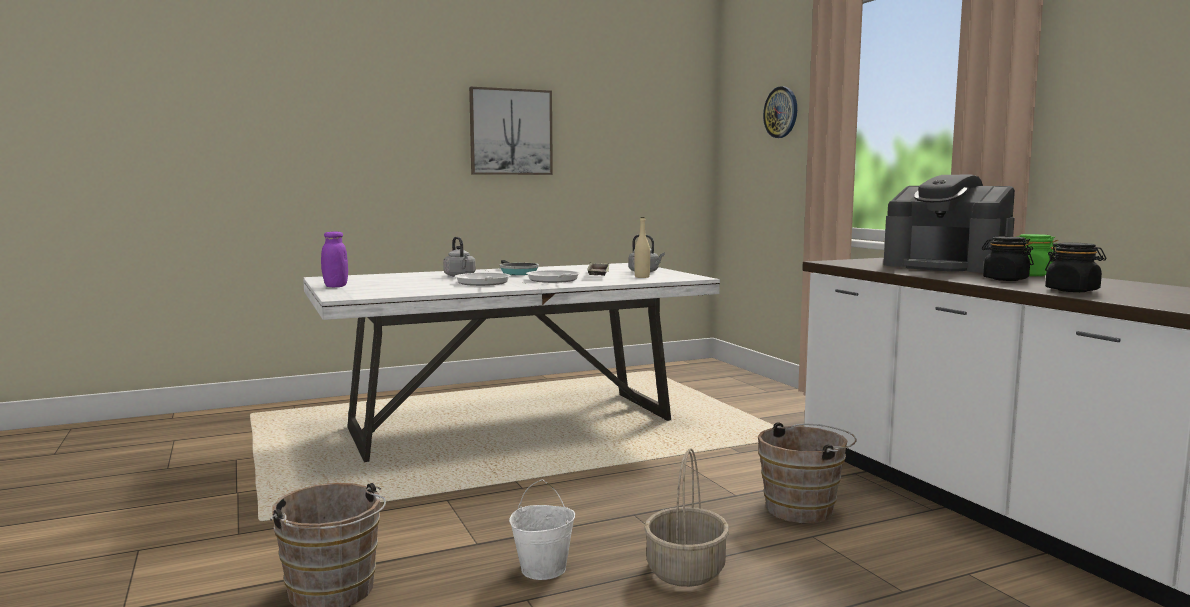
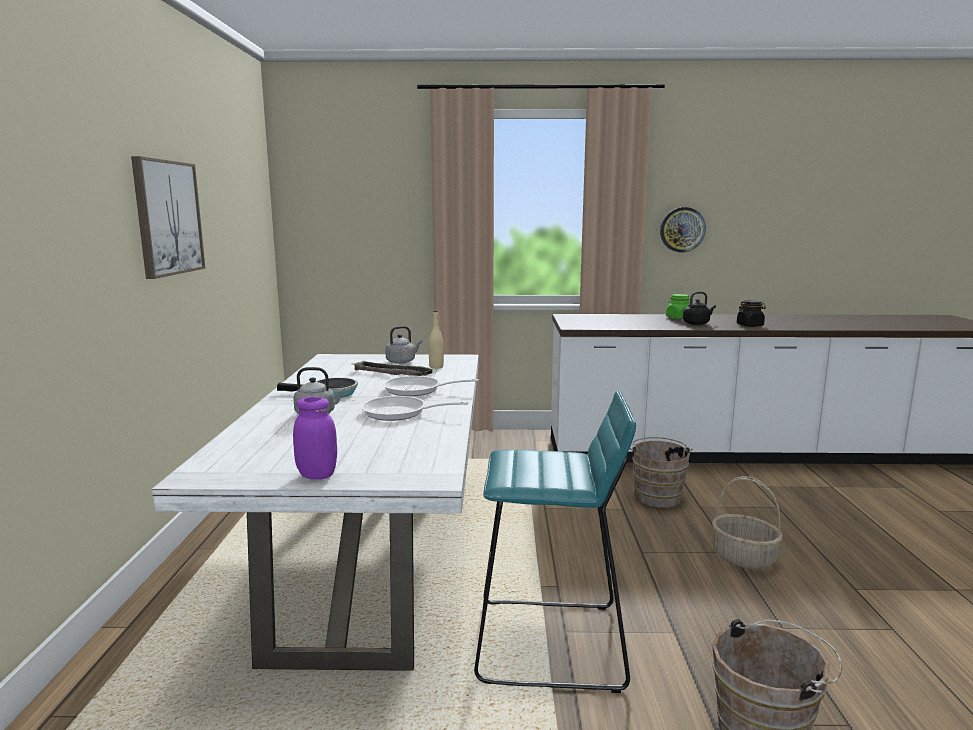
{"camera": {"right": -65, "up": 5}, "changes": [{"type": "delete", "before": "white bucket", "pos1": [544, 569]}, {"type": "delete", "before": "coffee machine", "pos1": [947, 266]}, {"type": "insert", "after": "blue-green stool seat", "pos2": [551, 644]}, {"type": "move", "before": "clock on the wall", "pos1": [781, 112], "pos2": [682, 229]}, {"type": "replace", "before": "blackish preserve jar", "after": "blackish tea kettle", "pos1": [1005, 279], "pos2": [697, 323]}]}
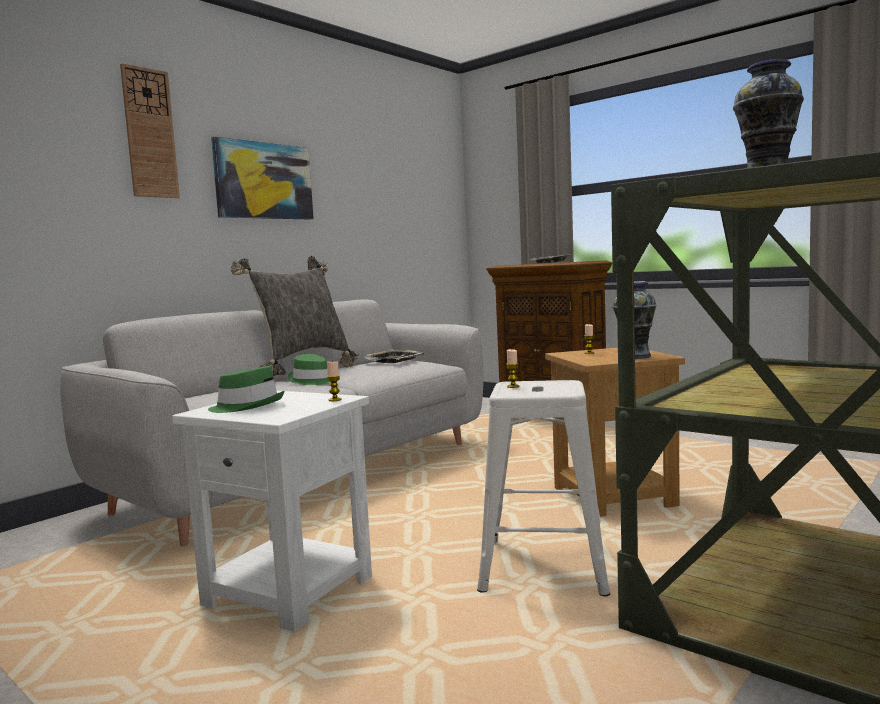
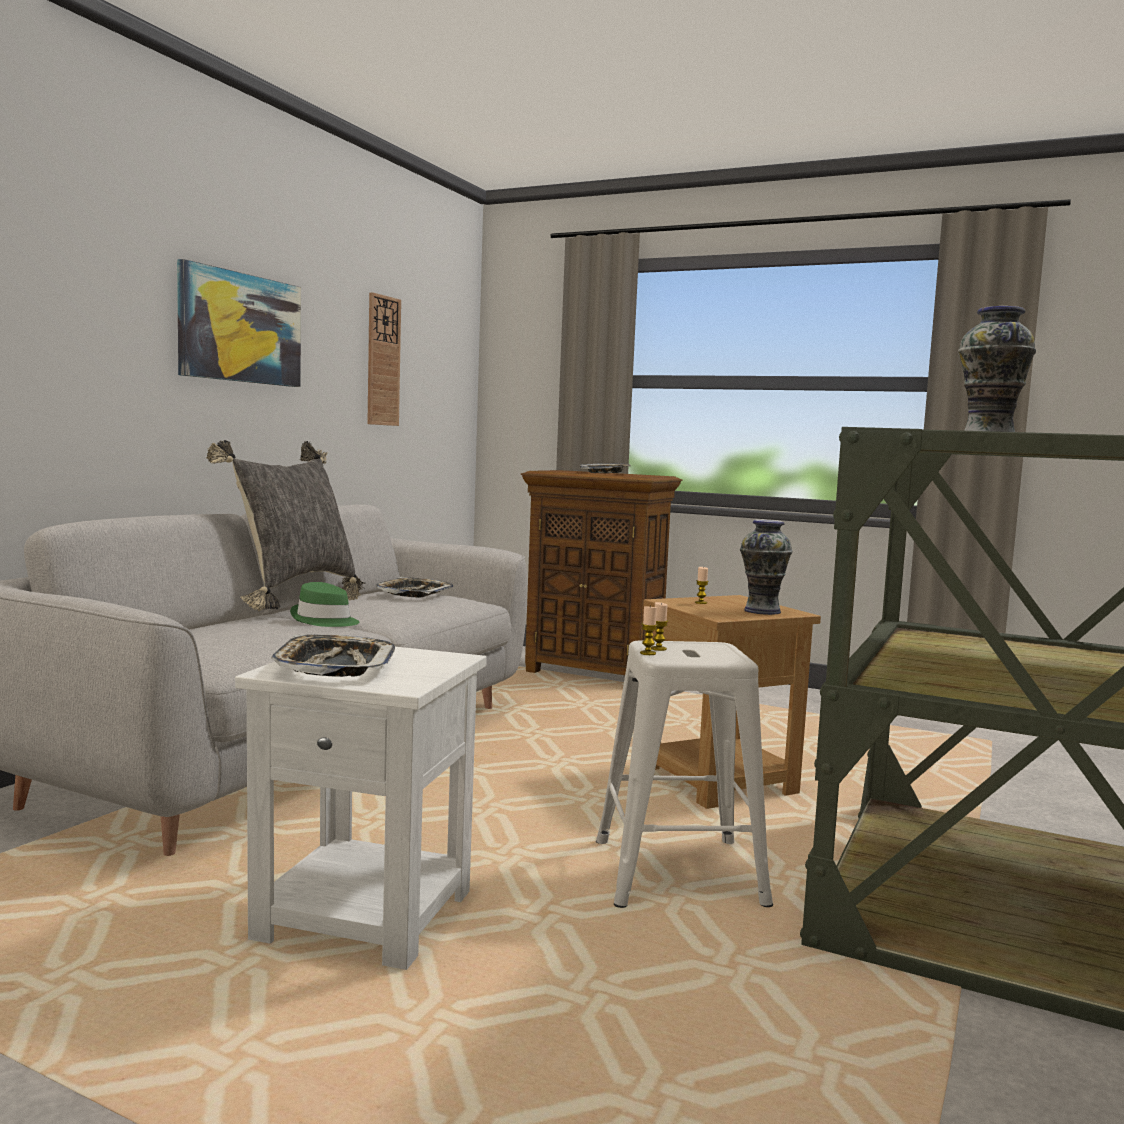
{"camera": {"right": -15, "up": 0}, "changes": [{"type": "move", "before": "clock on the wall", "pos1": [150, 133], "pos2": [382, 361]}, {"type": "move", "before": "wax candle", "pos1": [335, 400], "pos2": [647, 653]}, {"type": "replace", "before": "green clothing hat", "after": "serving tray", "pos1": [247, 406], "pos2": [334, 666]}]}
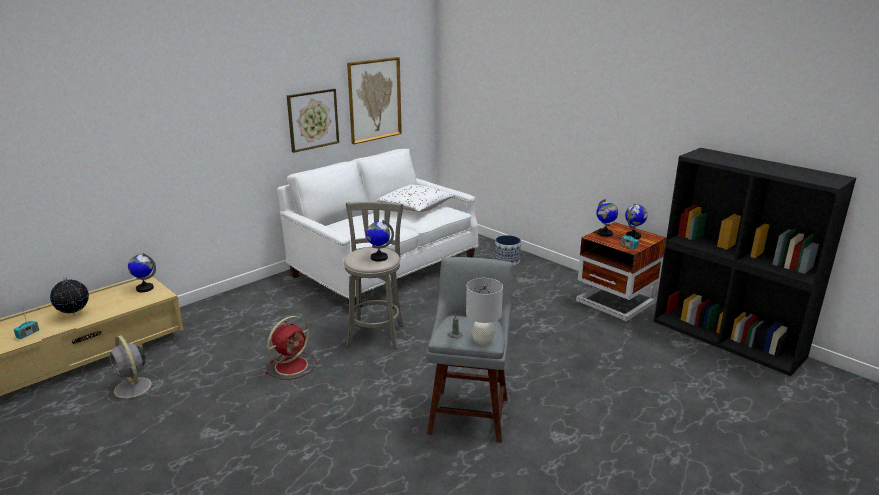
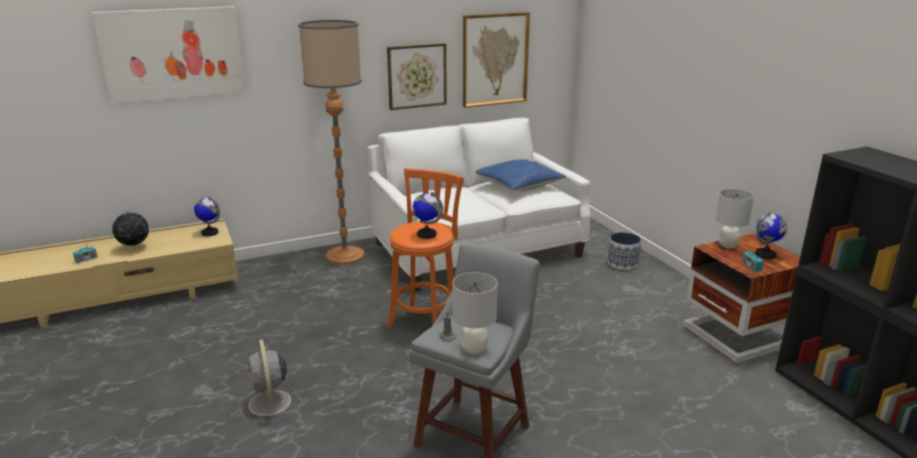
{"camera": {"right": 20, "up": 0}, "changes": [{"type": "delete", "before": "reddish cooling fan", "pos1": [292, 365]}, {"type": "insert", "after": "picture", "pos2": [173, 53]}, {"type": "insert", "after": "standard lamp", "pos2": [345, 255]}, {"type": "move", "before": "greyish cooling fan", "pos1": [133, 388], "pos2": [270, 404]}, {"type": "replace", "before": "world globe", "after": "greyish lamp for a table", "pos1": [605, 233], "pos2": [728, 246]}, {"type": "recolor", "before": "greyish stool seat", "after": "orange-coloured stool seat", "pos1": [376, 334], "pos2": [425, 320]}, {"type": "recolor", "before": "white pillow", "after": "blue pillow", "pos1": [416, 207], "pos2": [519, 185]}]}
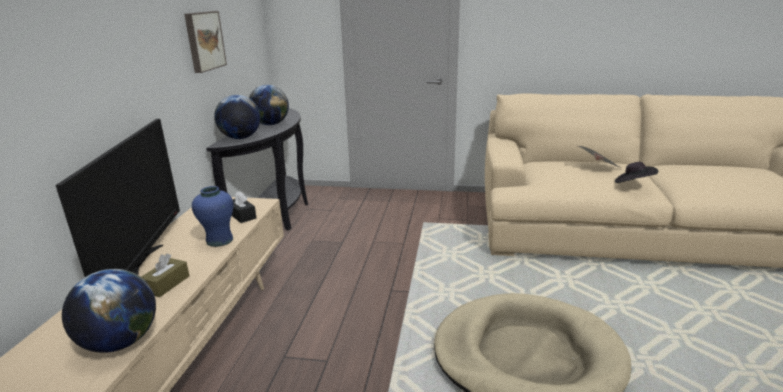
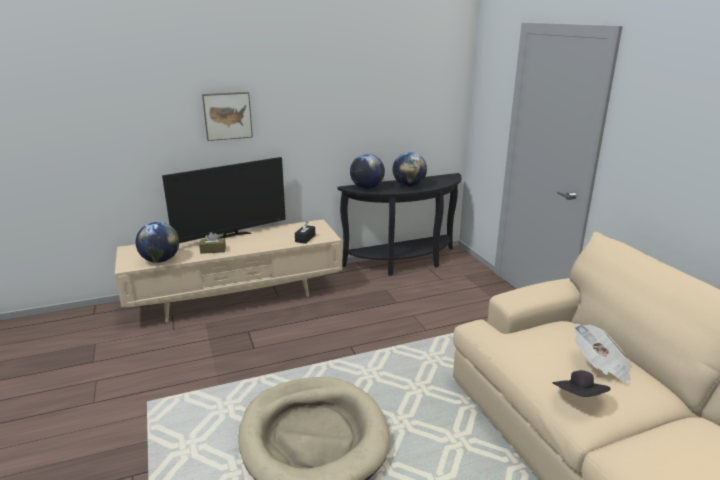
{"camera": {"right": 60, "up": 0}, "changes": [{"type": "delete", "before": "blue flower vase", "pos1": [219, 240]}, {"type": "move", "before": "picture", "pos1": [203, 41], "pos2": [227, 115]}]}
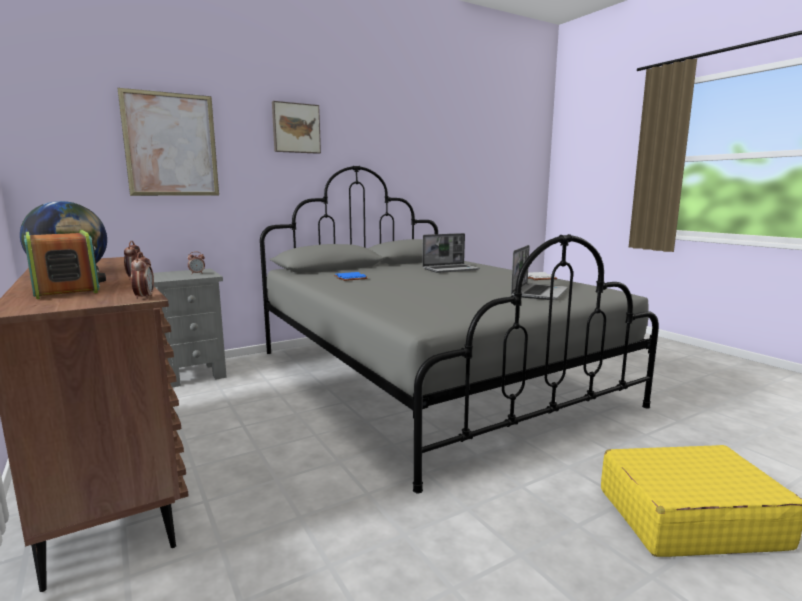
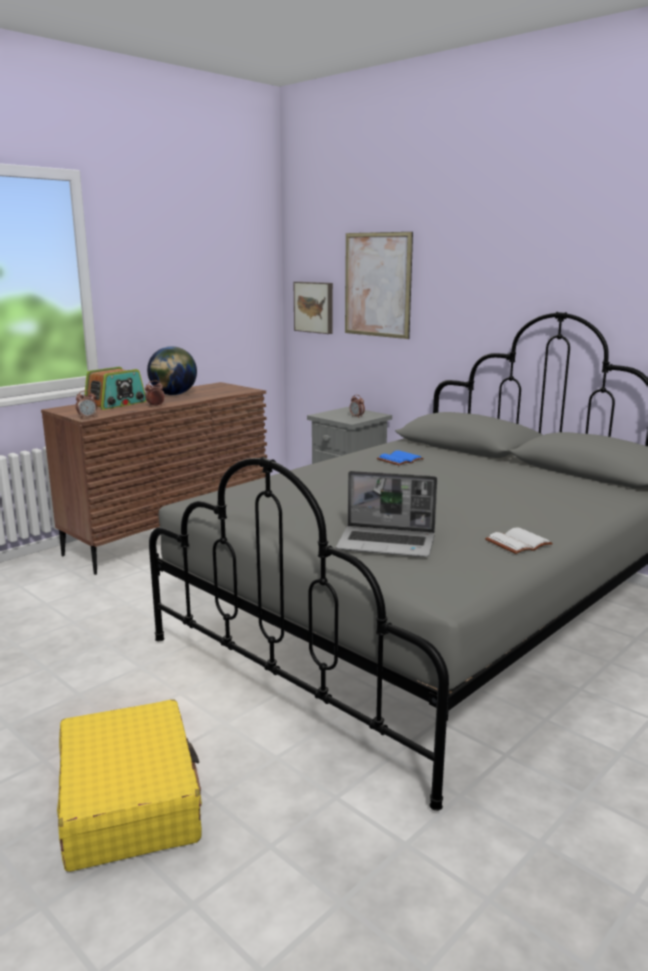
{"camera": {"right": 75, "up": 5}, "changes": [{"type": "delete", "before": "portable computer", "pos1": [451, 269]}, {"type": "move", "before": "picture", "pos1": [296, 128], "pos2": [314, 307]}]}
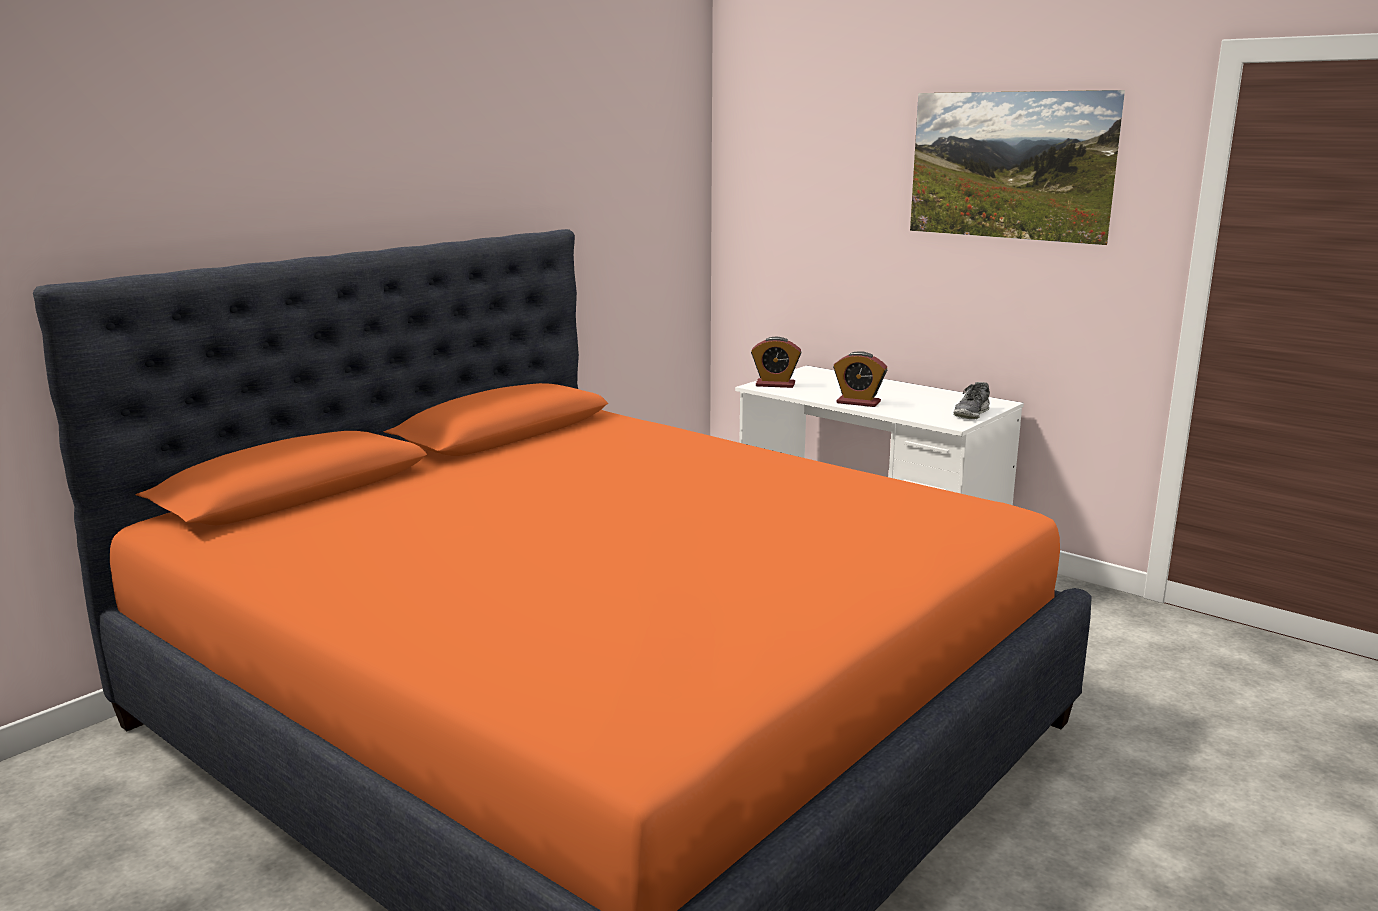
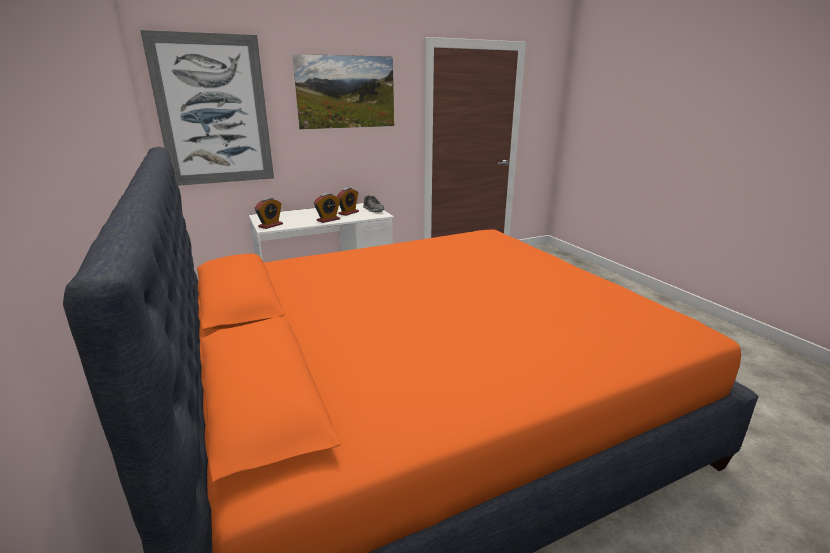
{"camera": {"right": -65, "up": 5}, "changes": [{"type": "insert", "after": "picture", "pos2": [213, 111]}, {"type": "insert", "after": "table clock", "pos2": [348, 213]}]}
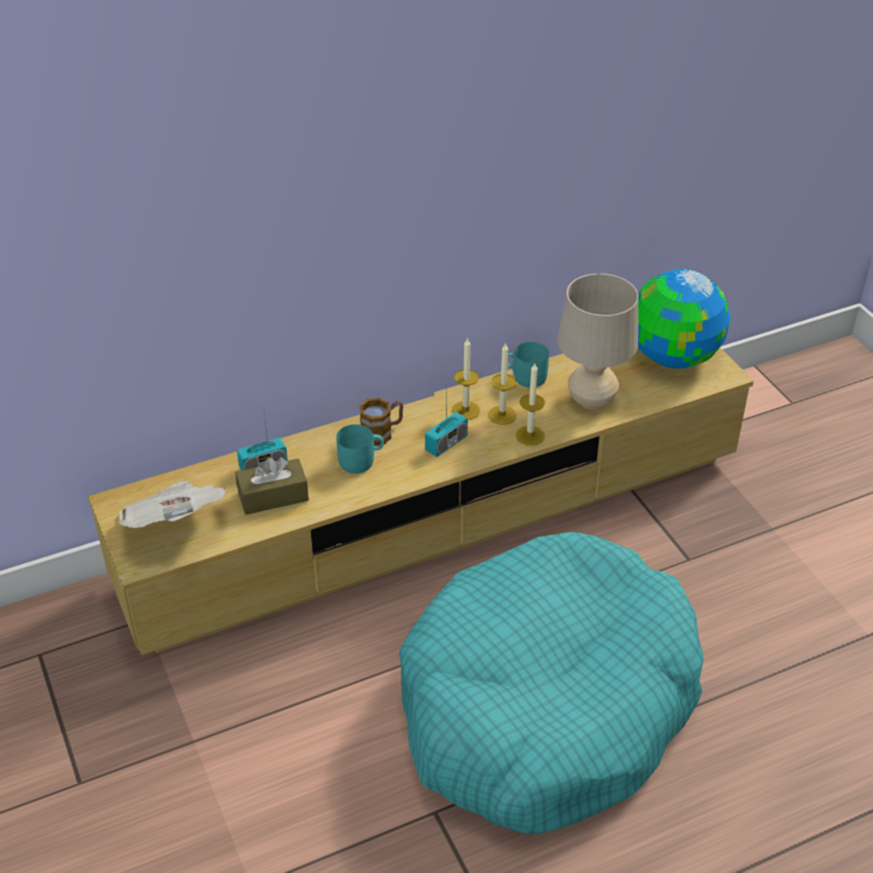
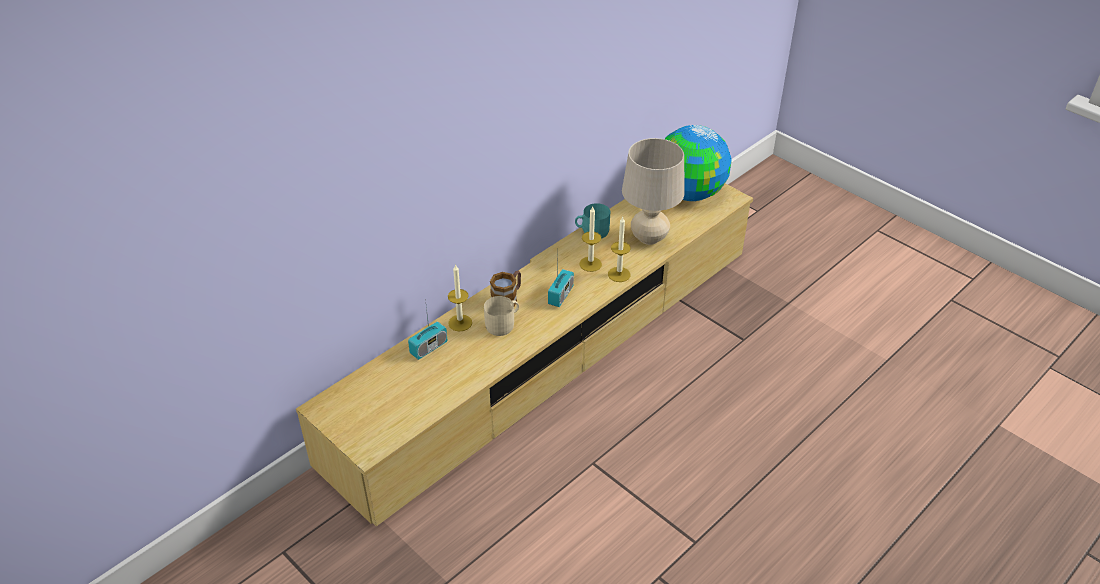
{"camera": {"right": -20, "up": 0}, "changes": [{"type": "delete", "before": "newspaper", "pos1": [175, 523]}, {"type": "delete", "before": "brown box of tissues", "pos1": [273, 496]}, {"type": "delete", "before": "blue-green pet bed", "pos1": [546, 704]}, {"type": "move", "before": "wax candle", "pos1": [465, 410], "pos2": [460, 323]}, {"type": "recolor", "before": "blue-green tea mug", "after": "beige-coloured tea mug", "pos1": [361, 461], "pos2": [503, 324]}]}
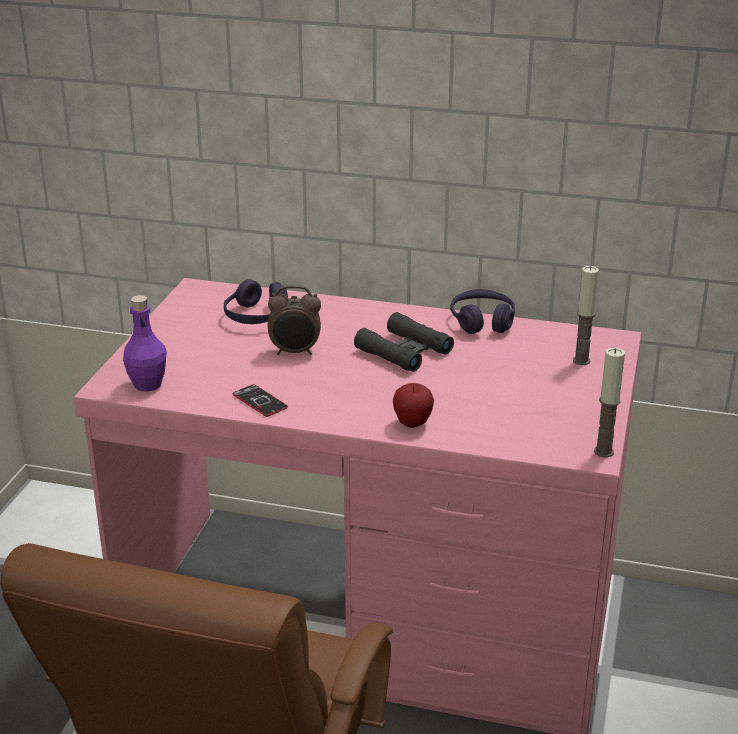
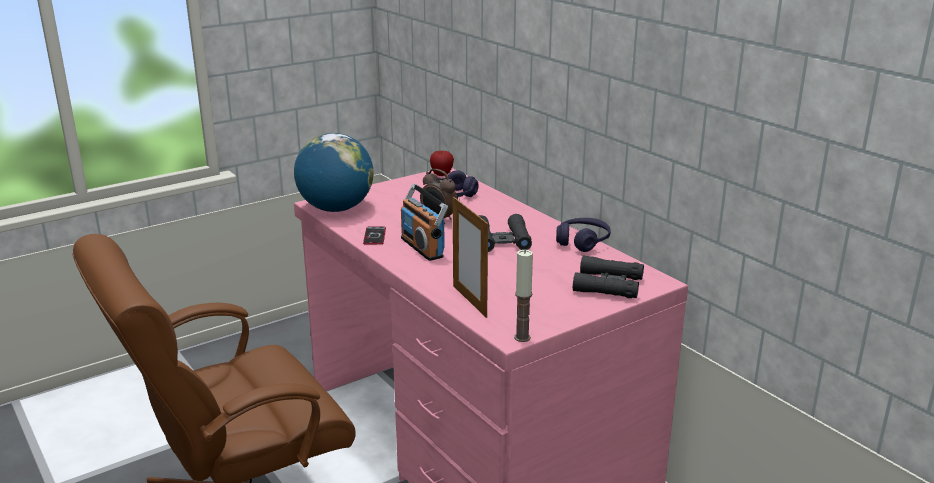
{"camera": {"right": 40, "up": -5}, "changes": [{"type": "insert", "after": "radio receiver", "pos2": [422, 247]}, {"type": "insert", "after": "standing frame", "pos2": [469, 301]}, {"type": "move", "before": "apple", "pos1": [412, 424], "pos2": [441, 174]}, {"type": "replace", "before": "purple-coloured beverage bottle", "after": "world globe", "pos1": [147, 384], "pos2": [336, 209]}, {"type": "replace", "before": "wax candle", "after": "blackish pair of binoculars", "pos1": [581, 360], "pos2": [608, 285]}]}
